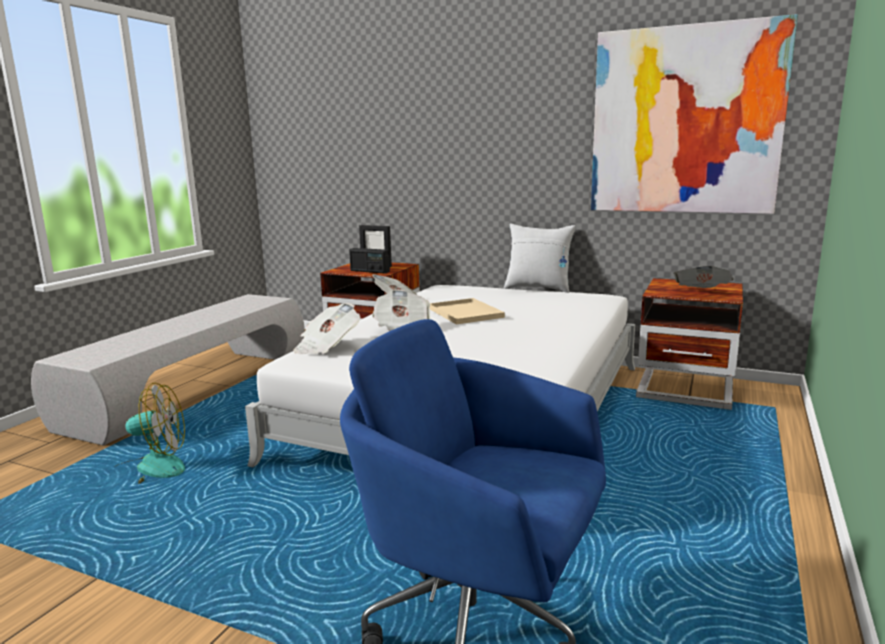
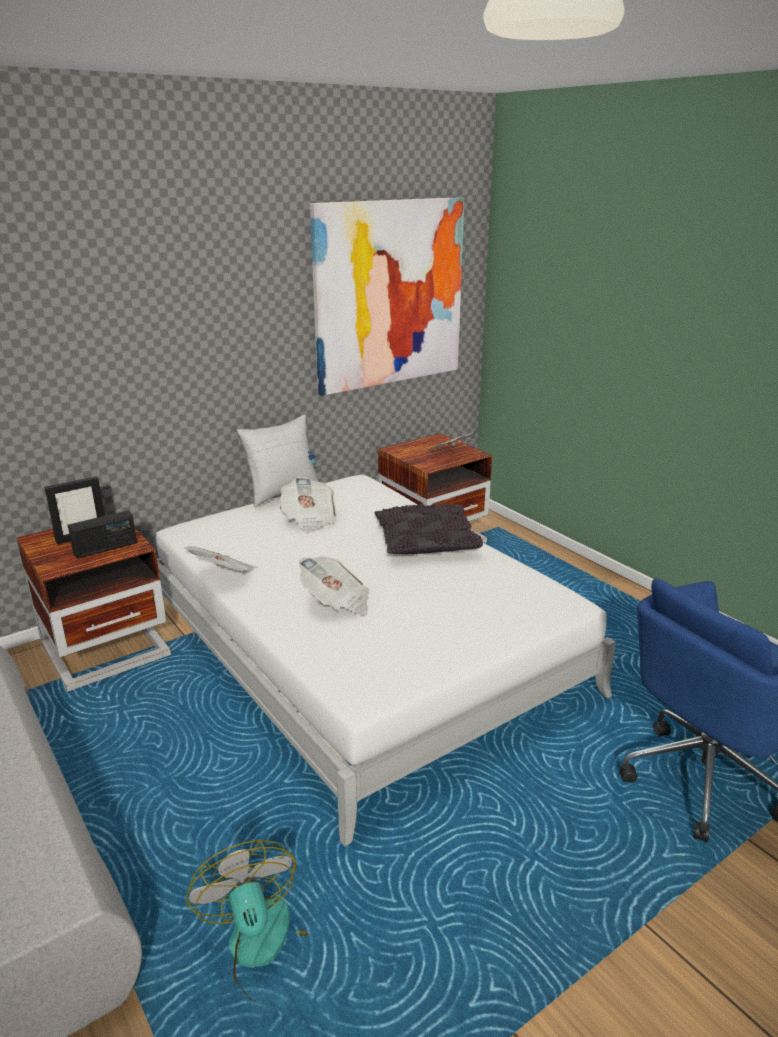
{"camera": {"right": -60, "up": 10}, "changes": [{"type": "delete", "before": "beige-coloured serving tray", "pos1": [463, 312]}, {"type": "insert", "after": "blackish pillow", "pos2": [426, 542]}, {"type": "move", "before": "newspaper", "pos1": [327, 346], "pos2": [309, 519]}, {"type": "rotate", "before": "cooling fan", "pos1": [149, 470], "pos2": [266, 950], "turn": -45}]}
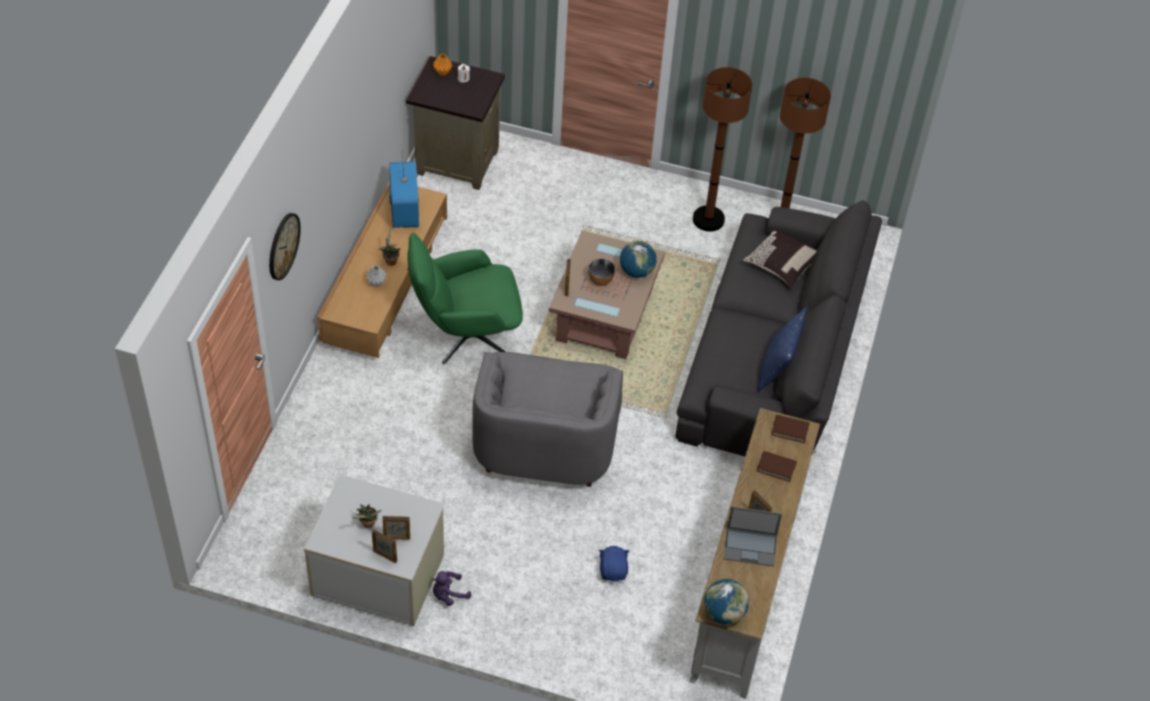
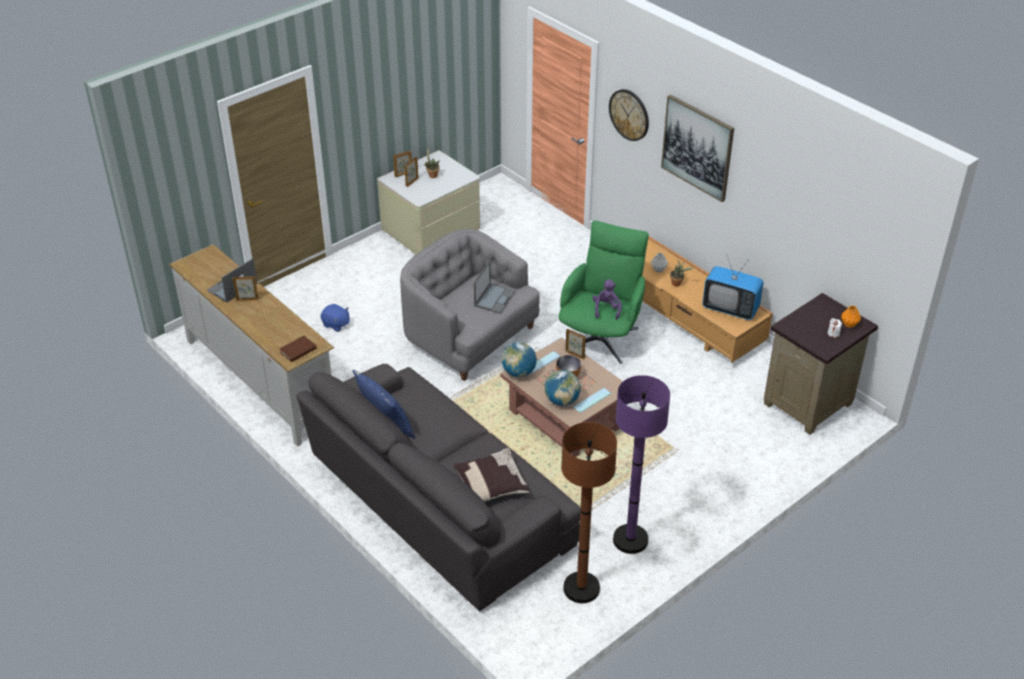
{"camera": {"right": 125, "up": -10}, "changes": [{"type": "delete", "before": "brown volume", "pos1": [776, 467]}, {"type": "insert", "after": "portable computer", "pos2": [495, 298]}, {"type": "insert", "after": "picture", "pos2": [697, 147]}, {"type": "move", "before": "purple-coloured soft toy", "pos1": [448, 595], "pos2": [606, 309]}, {"type": "move", "before": "world globe", "pos1": [724, 613], "pos2": [519, 373]}, {"type": "recolor", "before": "brown standard lamp", "after": "purple-coloured standard lamp", "pos1": [708, 219], "pos2": [630, 540]}]}
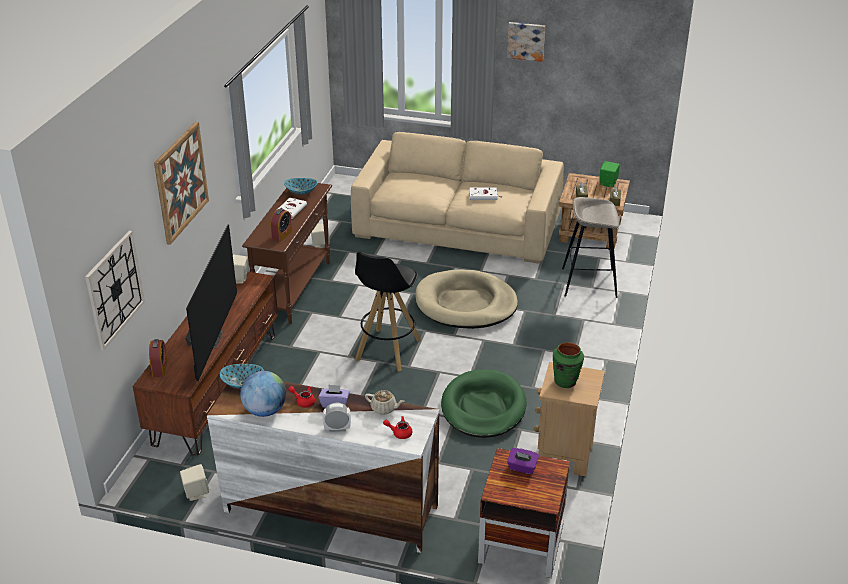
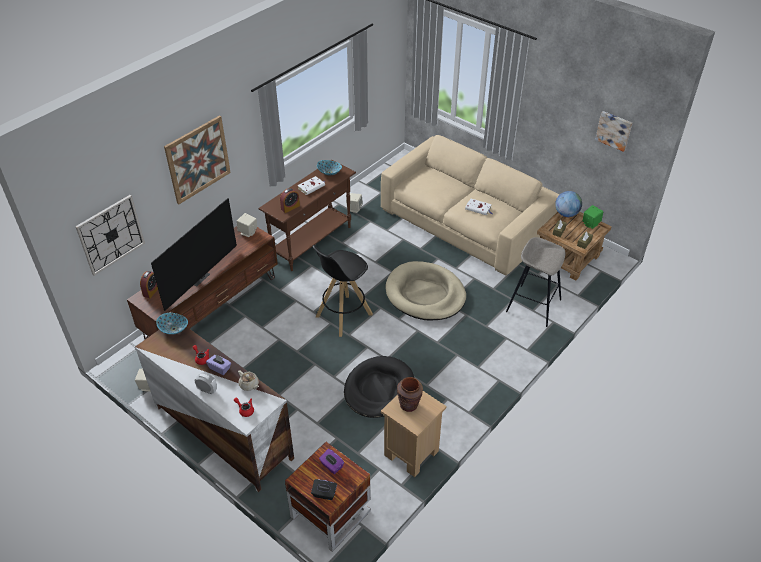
{"camera": {"right": 25, "up": 10}, "changes": [{"type": "insert", "after": "blackish box of tissues", "pos2": [324, 494]}, {"type": "move", "before": "world globe", "pos1": [265, 411], "pos2": [566, 214]}, {"type": "move", "before": "picture", "pos1": [526, 41], "pos2": [614, 130]}, {"type": "recolor", "before": "green pet bed", "after": "blackish pet bed", "pos1": [483, 407], "pos2": [379, 389]}, {"type": "recolor", "before": "green flower vase", "after": "brown flower vase", "pos1": [565, 382], "pos2": [409, 405]}]}
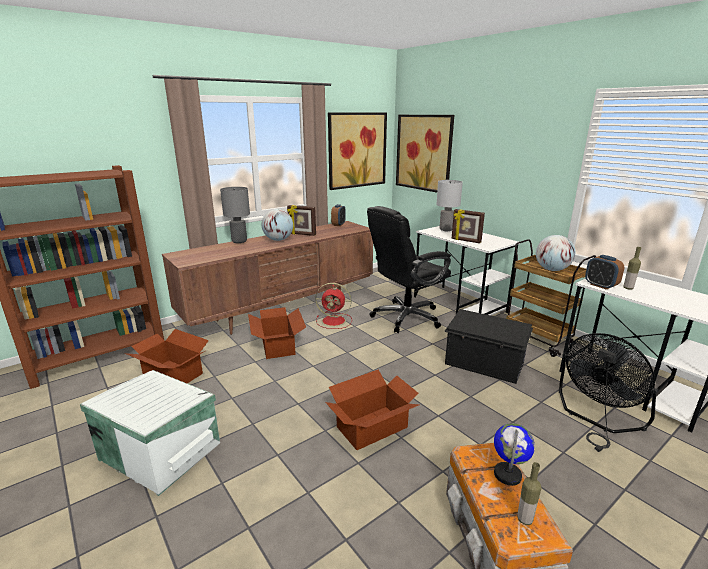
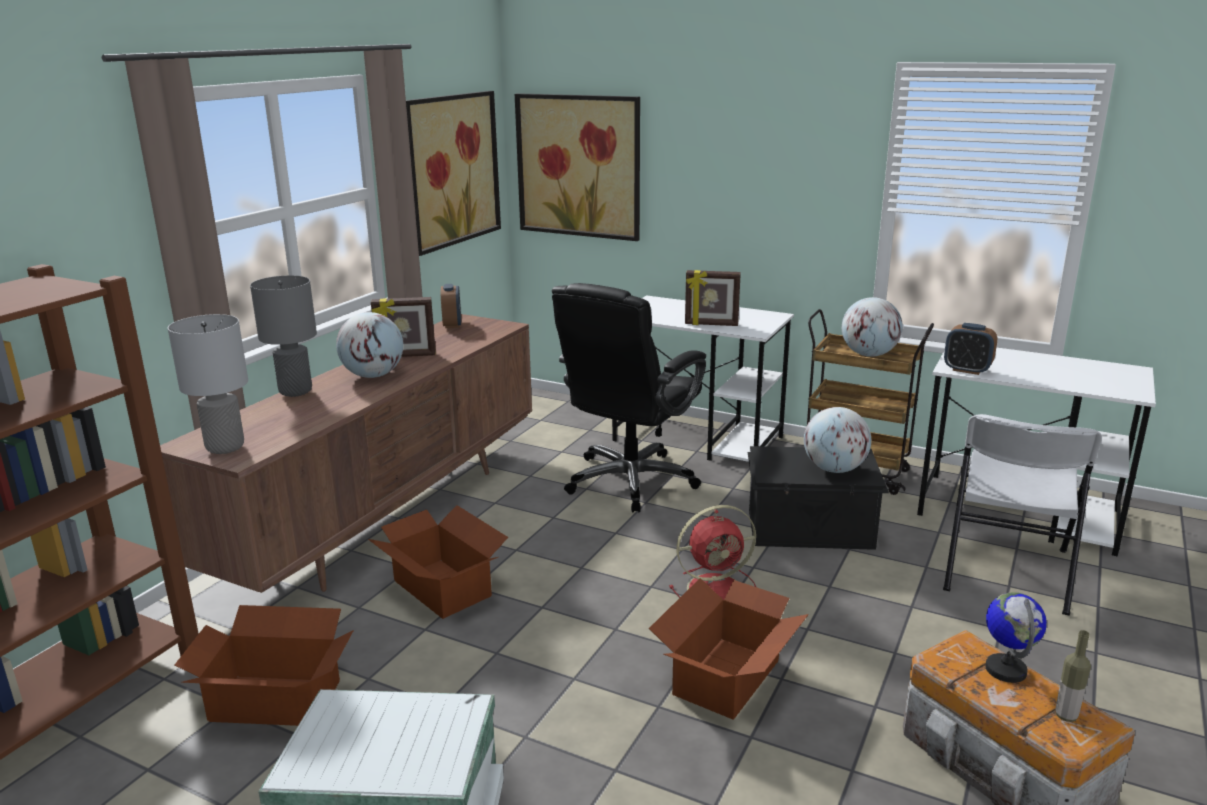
{"camera": {"right": -25, "up": 0}, "changes": [{"type": "delete", "before": "beverage bottle", "pos1": [628, 288]}, {"type": "insert", "after": "world globe", "pos2": [834, 469]}, {"type": "move", "before": "reddish cooling fan", "pos1": [335, 321], "pos2": [717, 588]}, {"type": "move", "before": "greyish lamp for a table", "pos1": [446, 230], "pos2": [225, 449]}, {"type": "replace", "before": "blackish cooling fan", "after": "white upright chair", "pos1": [595, 418], "pos2": [1005, 570]}]}
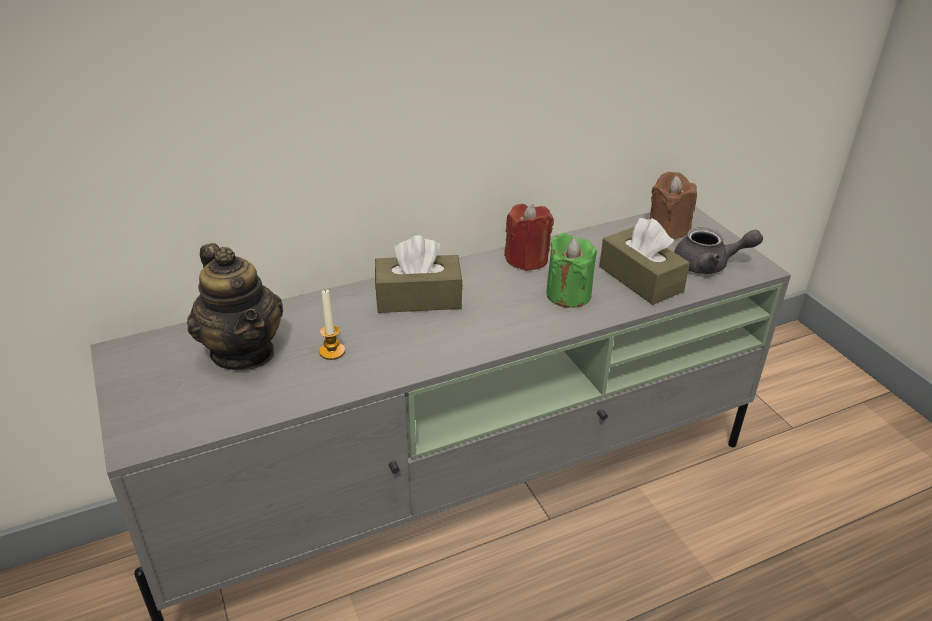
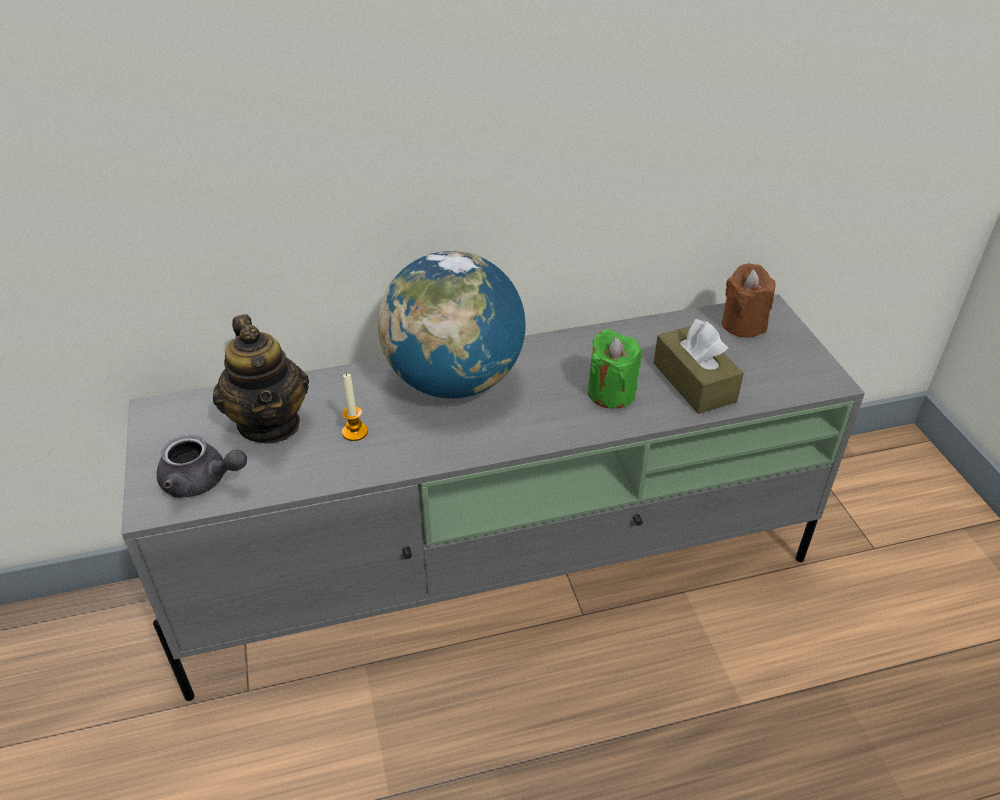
{"camera": {"right": 10, "up": 5}, "changes": [{"type": "delete", "before": "reddish wax candle", "pos1": [527, 259]}, {"type": "move", "before": "greyish pot for tea", "pos1": [709, 265], "pos2": [202, 482]}, {"type": "replace", "before": "brown box of tissues", "after": "world globe", "pos1": [418, 298], "pos2": [454, 381]}]}
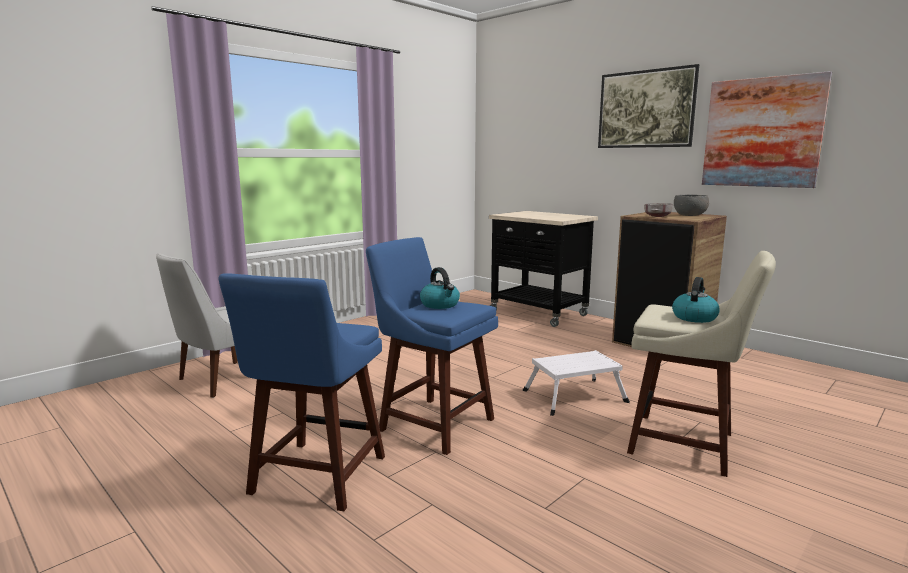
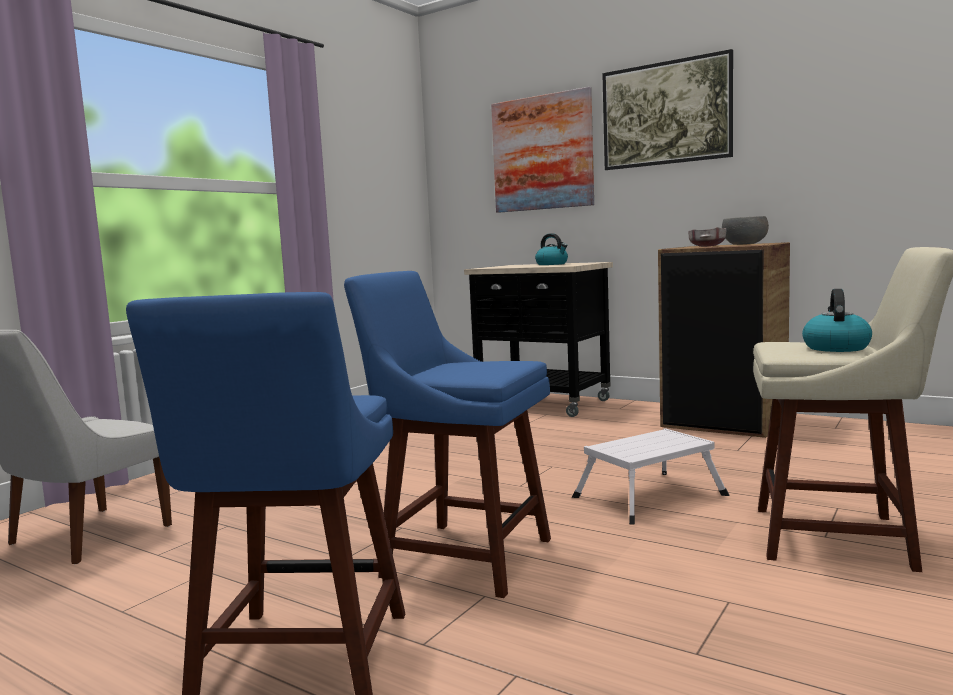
{"camera": {"right": -10, "up": -5}, "changes": [{"type": "move", "before": "tea kettle", "pos1": [440, 305], "pos2": [552, 264]}, {"type": "move", "before": "picture", "pos1": [762, 132], "pos2": [542, 153]}]}
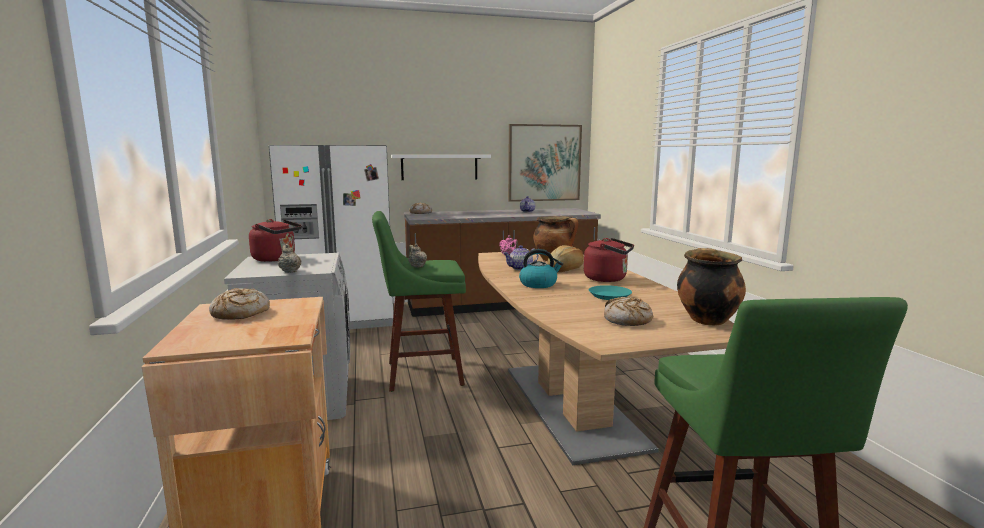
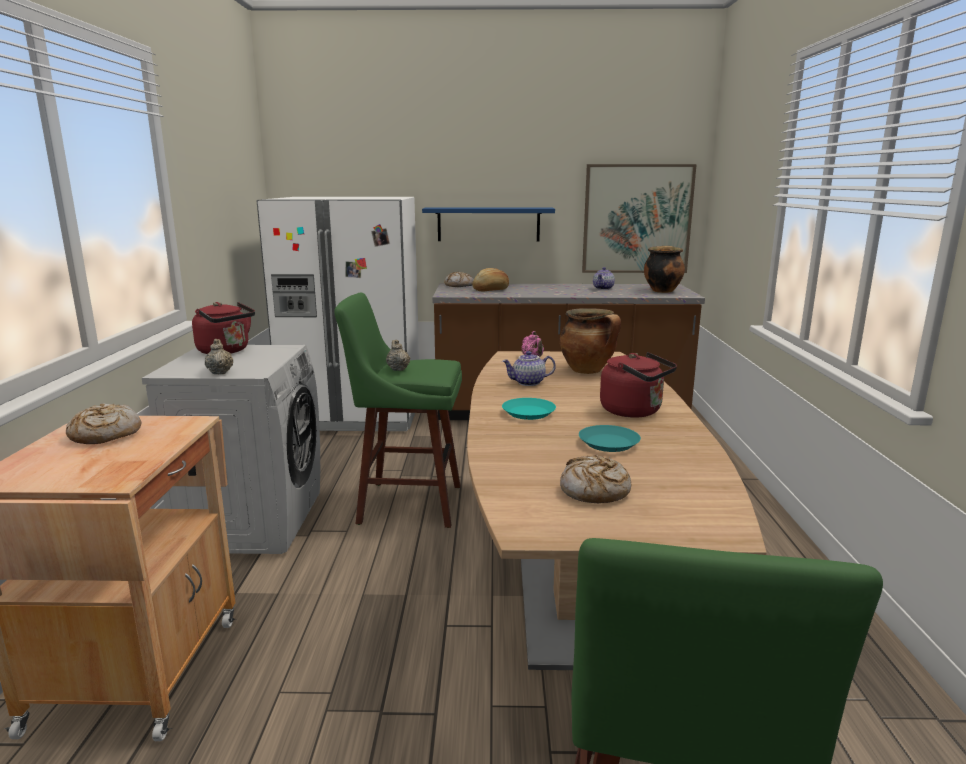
{"camera": {"right": 15, "up": 5}, "changes": [{"type": "move", "before": "bakery bread", "pos1": [565, 269], "pos2": [491, 290]}, {"type": "move", "before": "saucepot", "pos1": [706, 320], "pos2": [662, 291]}, {"type": "replace", "before": "tea kettle", "after": "blue-green dinner plate", "pos1": [539, 284], "pos2": [528, 413]}, {"type": "recolor", "before": "white bracket shelf", "after": "blue bracket shelf", "pos1": [439, 167], "pos2": [488, 224]}]}
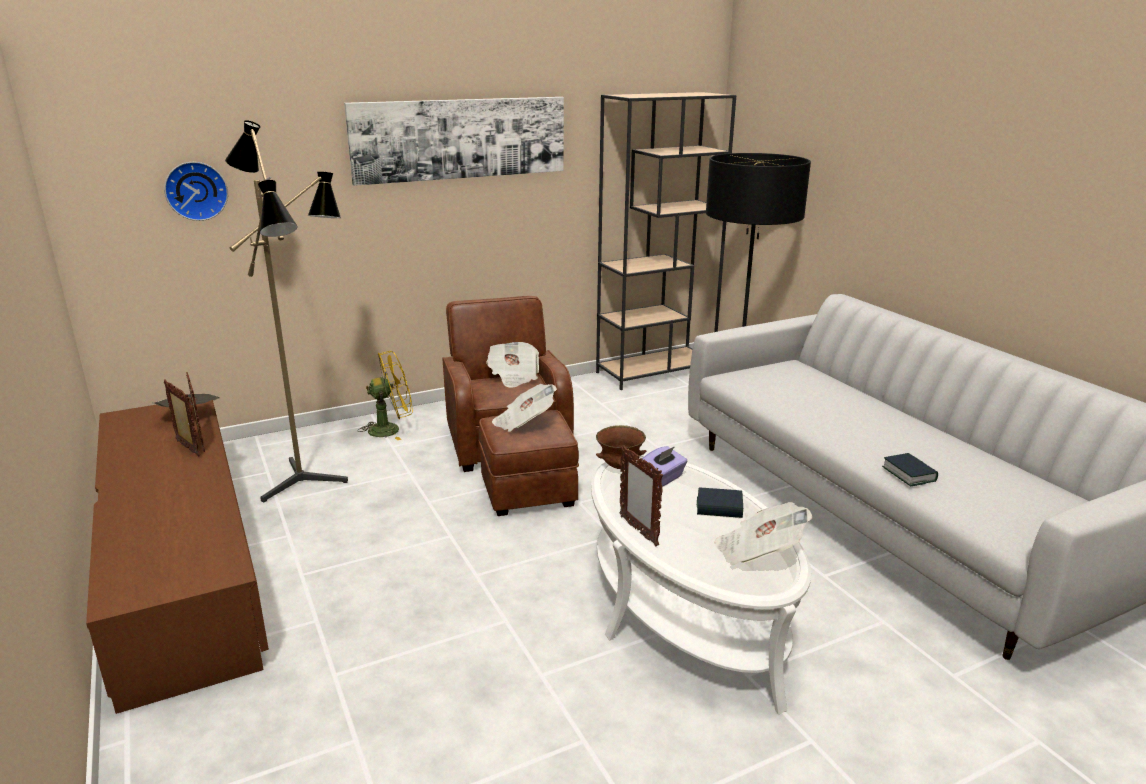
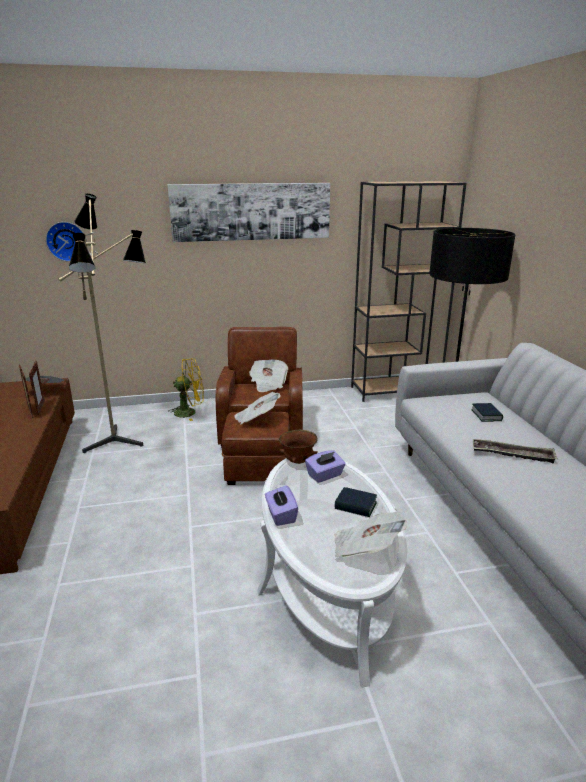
{"camera": {"right": 15, "up": 0}, "changes": [{"type": "insert", "after": "serving tray", "pos2": [512, 454]}, {"type": "move", "before": "volume", "pos1": [909, 474], "pos2": [486, 415]}, {"type": "replace", "before": "standing frame", "after": "purple-coloured box of tissues", "pos1": [638, 531], "pos2": [281, 515]}]}
